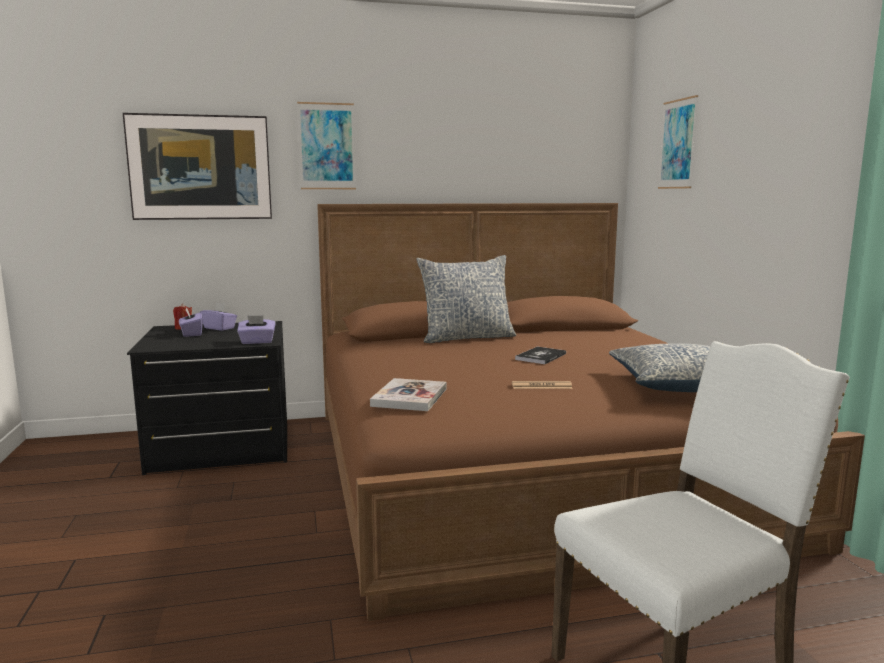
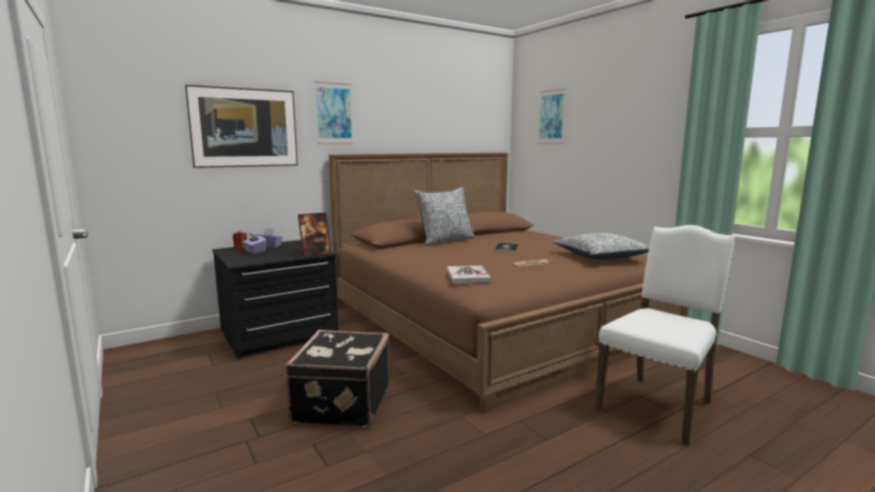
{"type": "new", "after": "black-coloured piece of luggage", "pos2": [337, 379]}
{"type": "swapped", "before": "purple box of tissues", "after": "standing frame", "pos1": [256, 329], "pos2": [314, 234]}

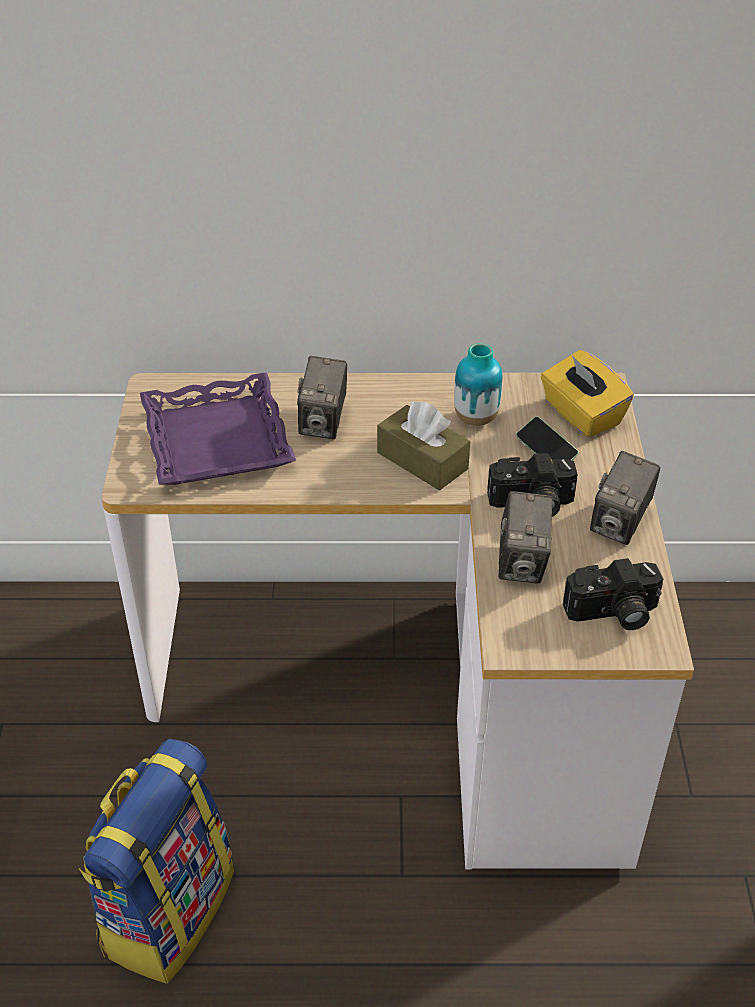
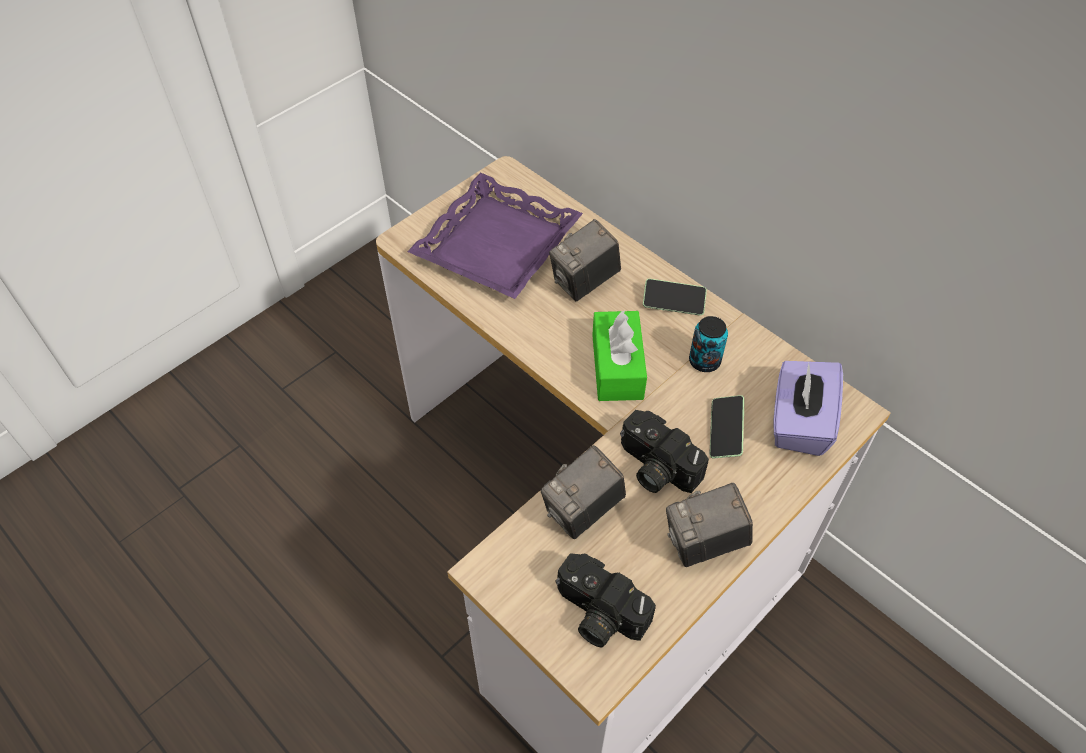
{"type": "repainted", "before": "brownish box of tissues", "after": "green box of tissues", "pos1": [423, 445], "pos2": [619, 355]}
{"type": "new", "after": "phone", "pos2": [675, 297]}
{"type": "swapped", "before": "decorative vase", "after": "can", "pos1": [478, 384], "pos2": [708, 344]}
{"type": "repainted", "before": "yellow box of tissues", "after": "purple box of tissues", "pos1": [587, 394], "pos2": [808, 408]}
{"type": "gone", "before": "knapsack", "pos1": [156, 861]}

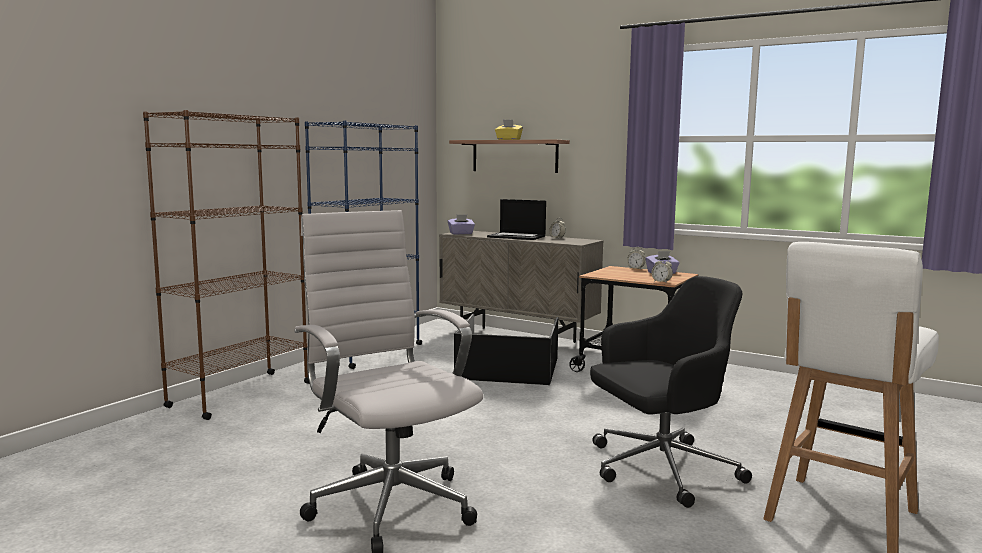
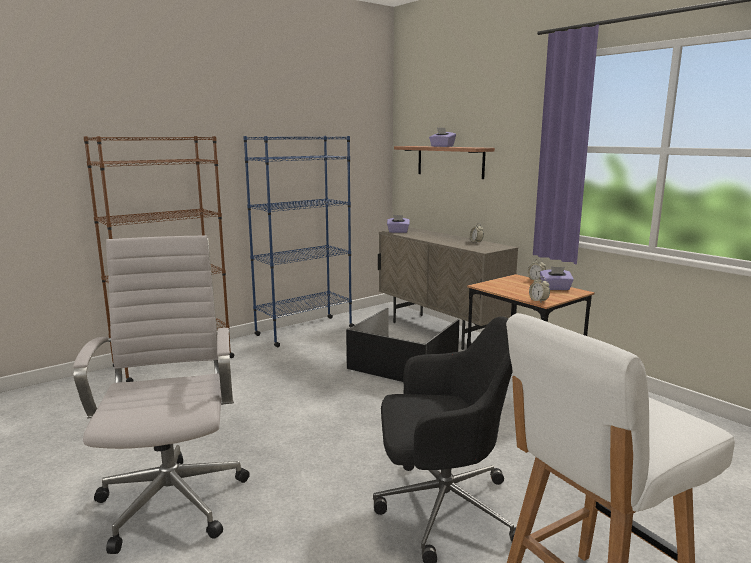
{"type": "repainted", "before": "yellow box of tissues", "after": "purple box of tissues", "pos1": [509, 130], "pos2": [442, 137]}
{"type": "gone", "before": "laptop", "pos1": [516, 219]}

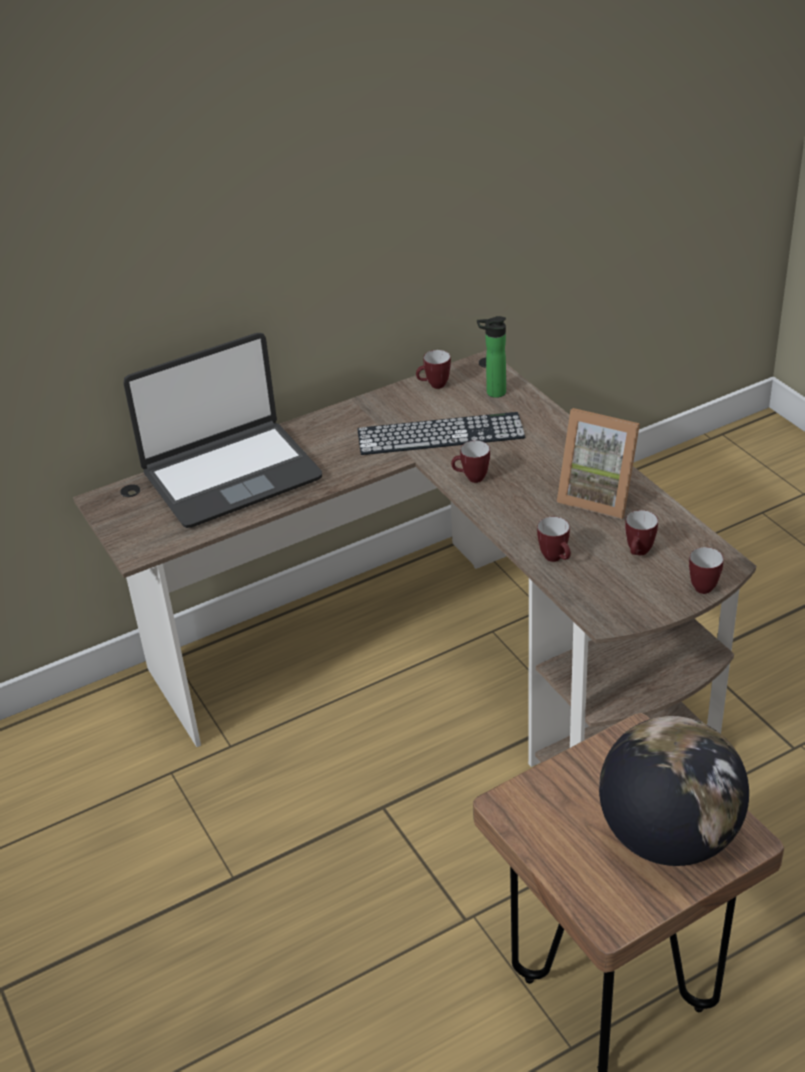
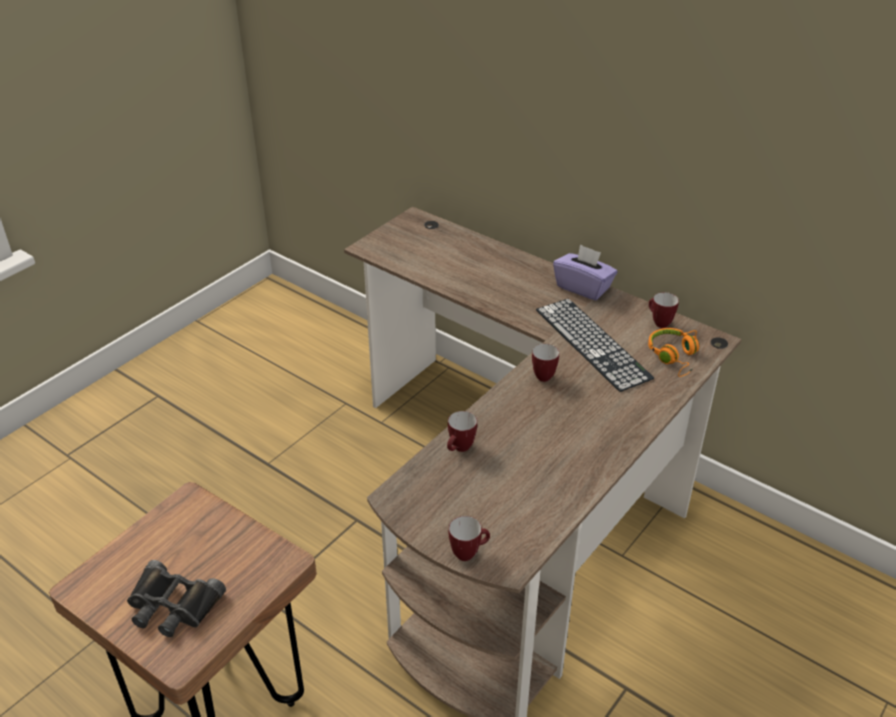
{"type": "swapped", "before": "globe", "after": "black-coloured field glasses", "pos1": [674, 791], "pos2": [176, 598]}
{"type": "new", "after": "purple box of tissues", "pos2": [585, 272]}
{"type": "swapped", "before": "drink bottle", "after": "orange-coloured headphones", "pos1": [491, 357], "pos2": [673, 352]}
{"type": "gone", "before": "laptop", "pos1": [223, 430]}
{"type": "gone", "before": "standing frame", "pos1": [598, 463]}
{"type": "gone", "before": "coffee mug", "pos1": [641, 532]}

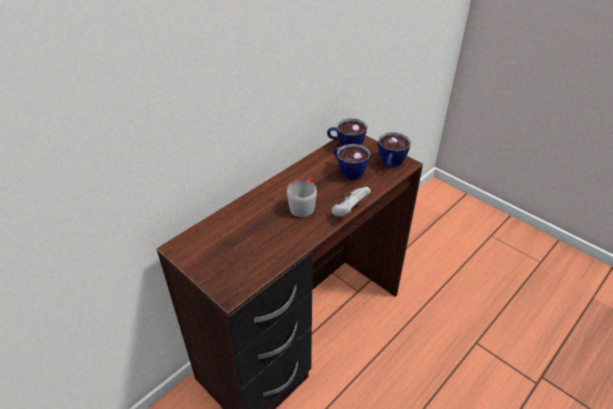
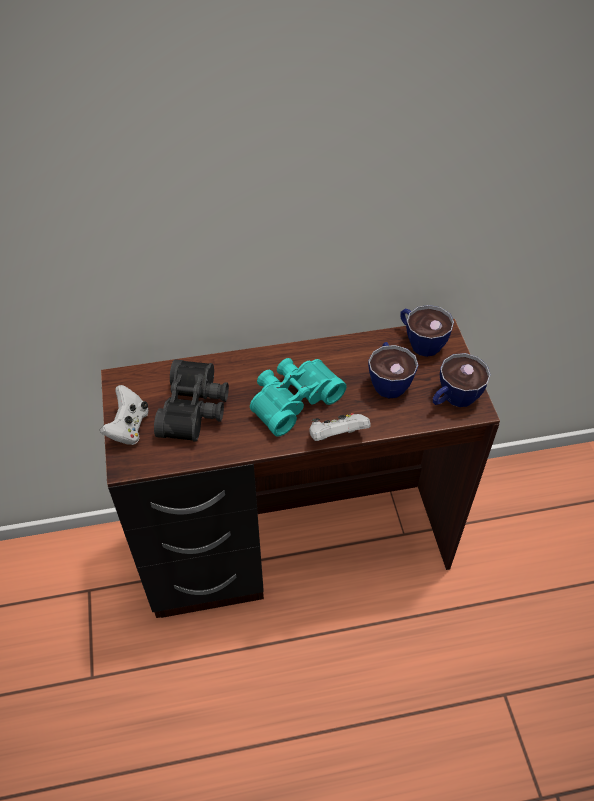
{"type": "new", "after": "white-coloured game controller", "pos2": [124, 415]}
{"type": "new", "after": "black-coloured field glasses", "pos2": [191, 400]}
{"type": "swapped", "before": "grey coffee mug", "after": "turquoise field glasses", "pos1": [302, 197], "pos2": [298, 397]}

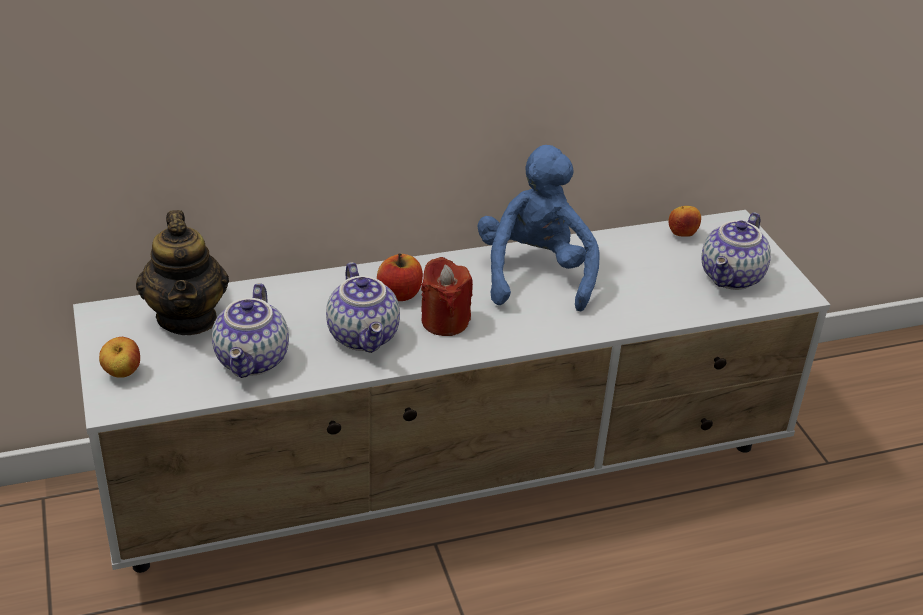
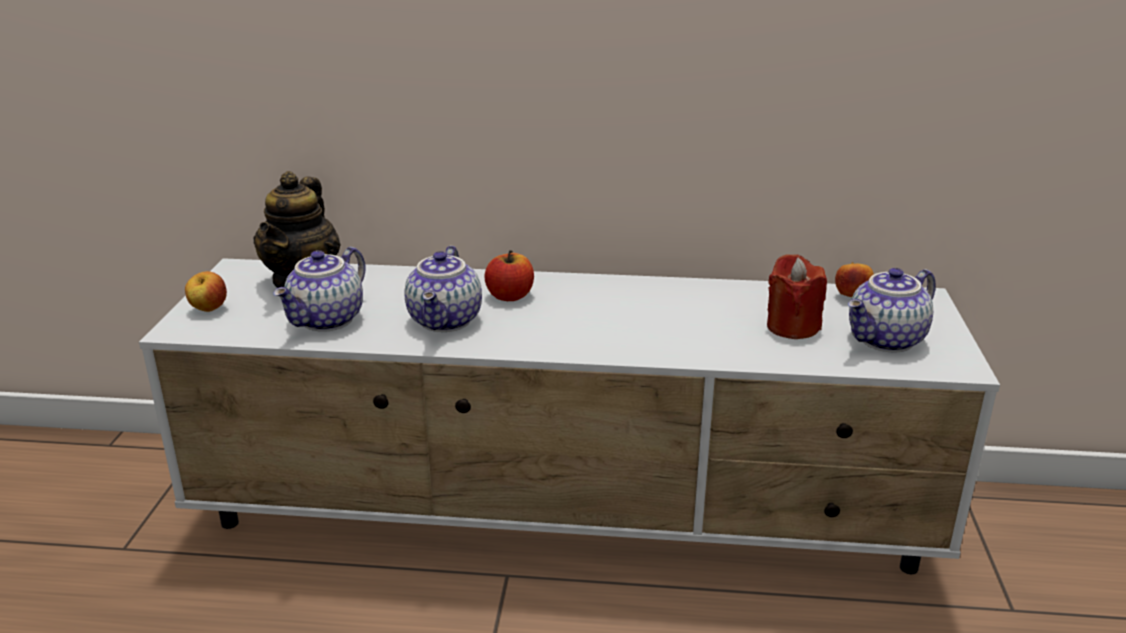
{"type": "shifted", "before": "red-coloured wax light", "pos1": [447, 296], "pos2": [797, 296]}
{"type": "gone", "before": "blue-coloured cuddly toy", "pos1": [539, 228]}

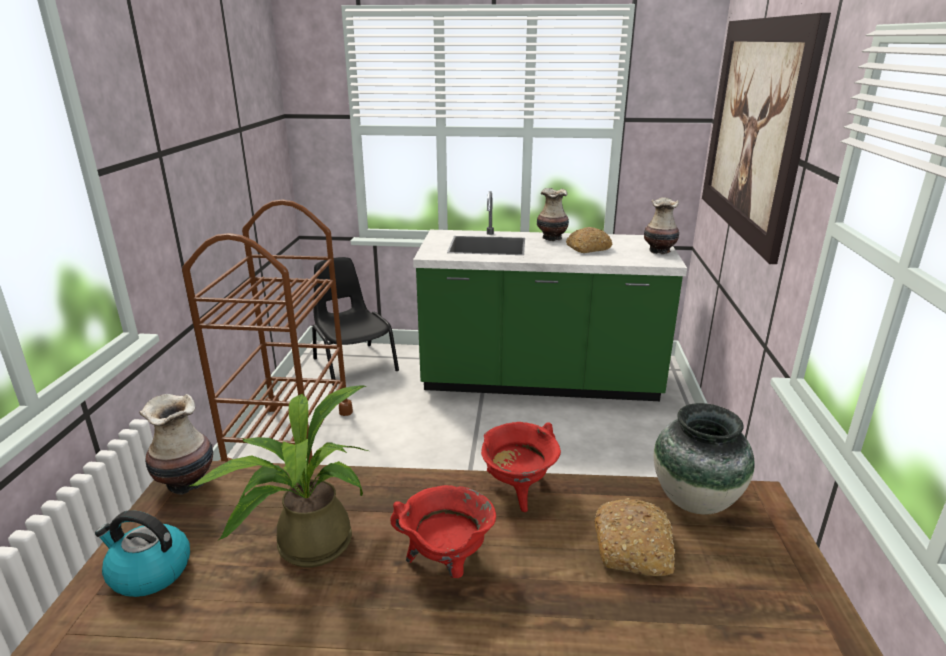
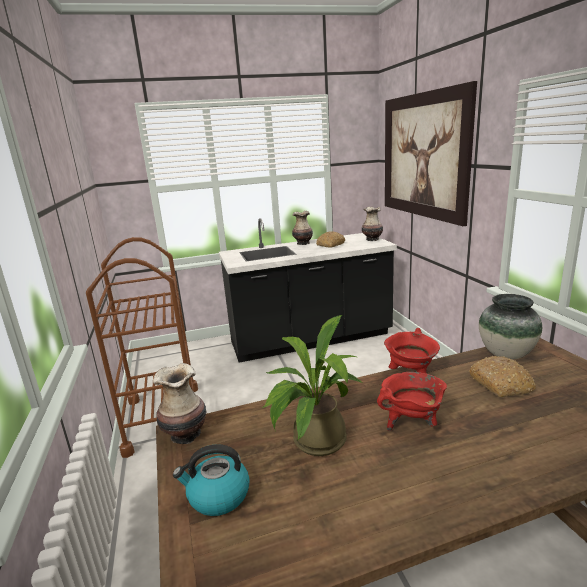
{"type": "repainted", "before": "green counter", "after": "black-coloured counter", "pos1": [550, 296], "pos2": [308, 290]}
{"type": "gone", "before": "black-coloured upright chair", "pos1": [355, 322]}

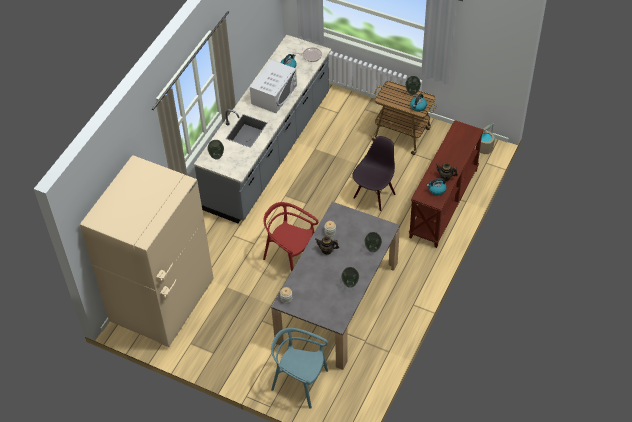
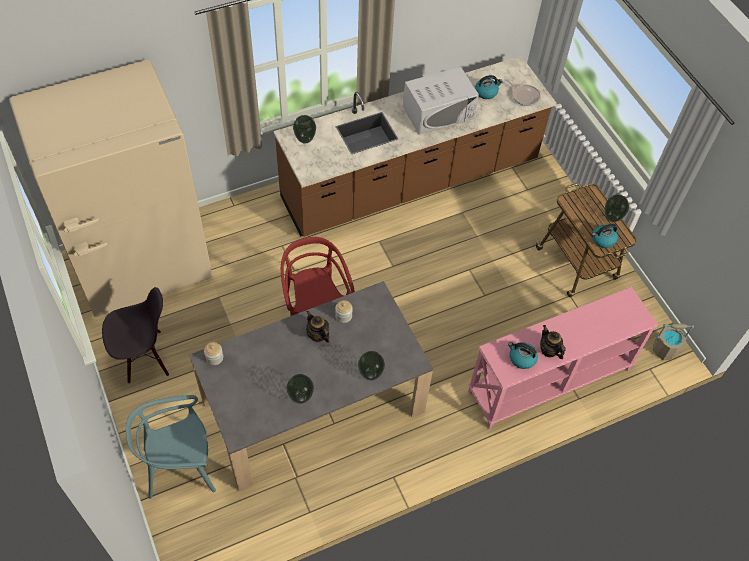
{"type": "shifted", "before": "black-coloured upright chair", "pos1": [374, 173], "pos2": [135, 335]}
{"type": "rotated", "before": "turquoise upright chair", "pos1": [299, 368], "pos2": [171, 447], "turn": -75}
{"type": "repainted", "before": "grey counter", "after": "brownish counter", "pos1": [262, 129], "pos2": [415, 146]}
{"type": "repainted", "before": "brownish hall table", "after": "pink-coloured hall table", "pos1": [446, 184], "pos2": [563, 358]}

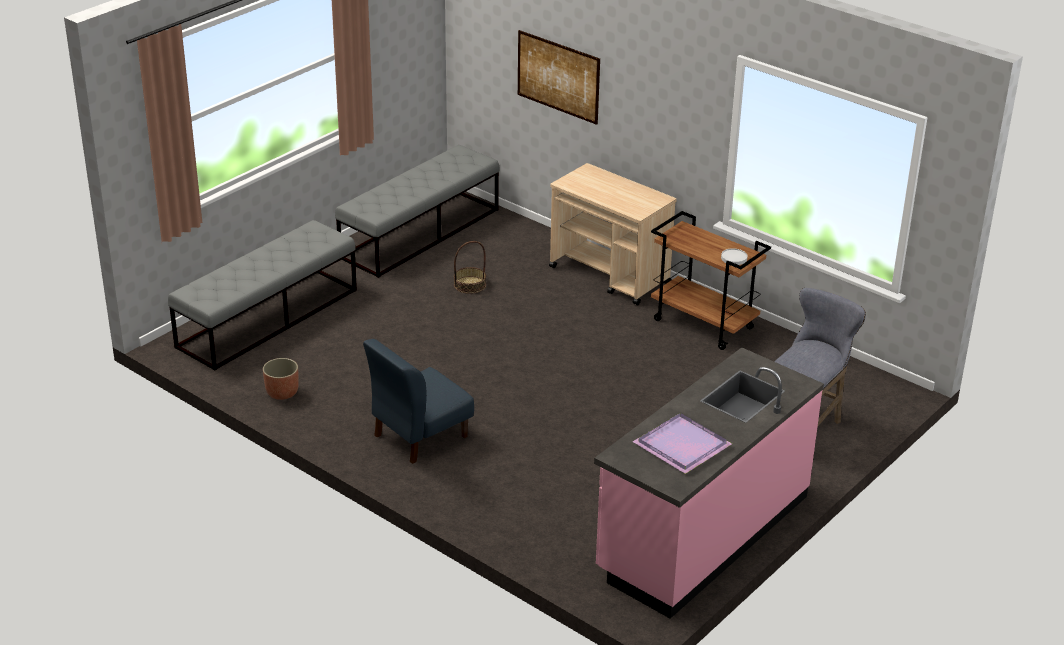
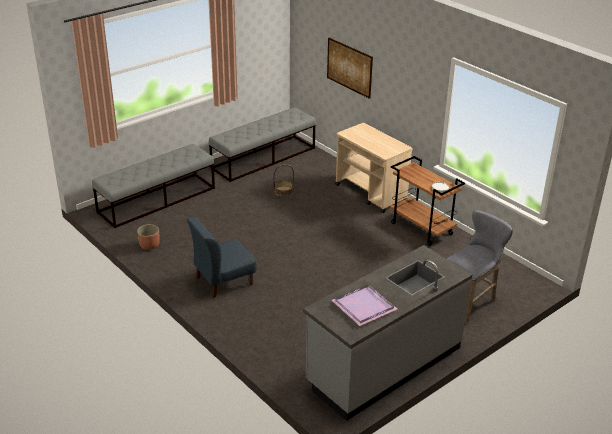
{"type": "repainted", "before": "pink-coloured counter", "after": "grey counter", "pos1": [709, 483], "pos2": [387, 333]}

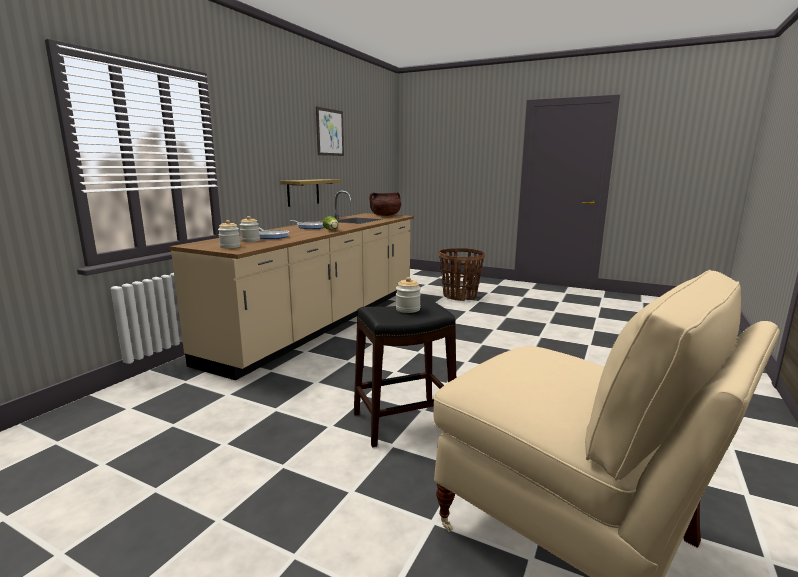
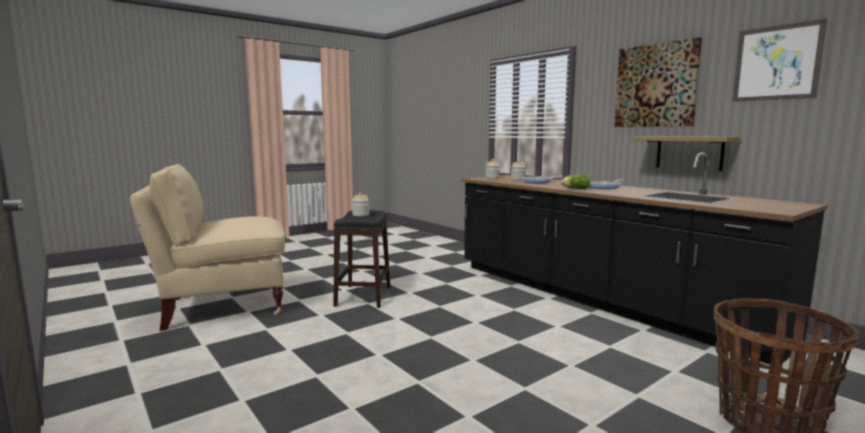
{"type": "repainted", "before": "beige counter", "after": "black-coloured counter", "pos1": [291, 285], "pos2": [644, 259]}
{"type": "new", "after": "wall picture", "pos2": [658, 82]}
{"type": "gone", "before": "brownish saucepot", "pos1": [385, 204]}

